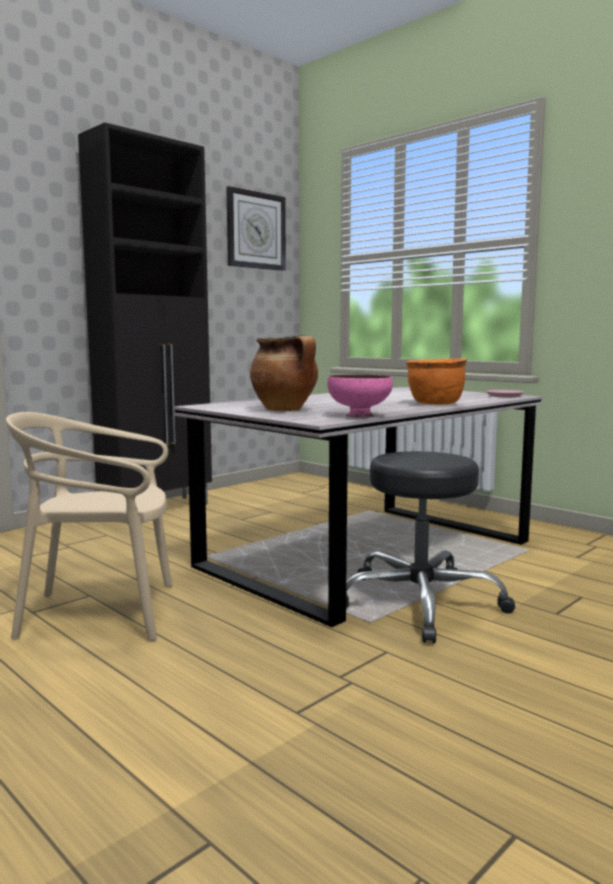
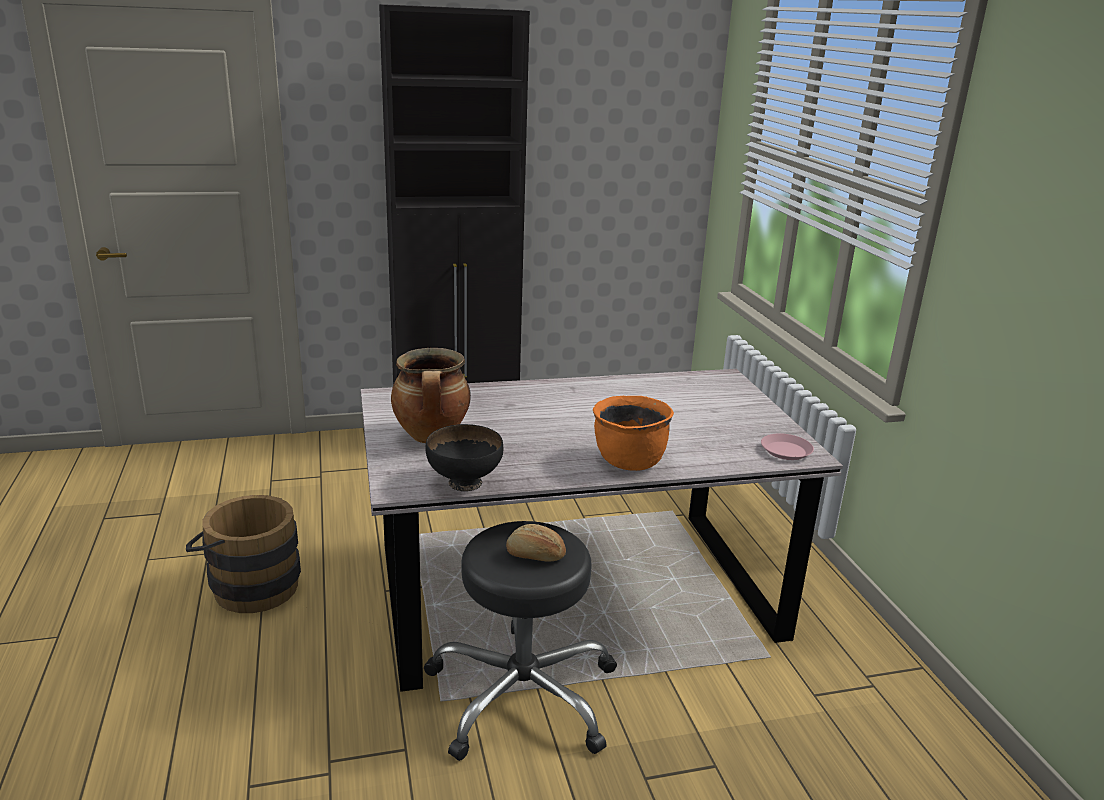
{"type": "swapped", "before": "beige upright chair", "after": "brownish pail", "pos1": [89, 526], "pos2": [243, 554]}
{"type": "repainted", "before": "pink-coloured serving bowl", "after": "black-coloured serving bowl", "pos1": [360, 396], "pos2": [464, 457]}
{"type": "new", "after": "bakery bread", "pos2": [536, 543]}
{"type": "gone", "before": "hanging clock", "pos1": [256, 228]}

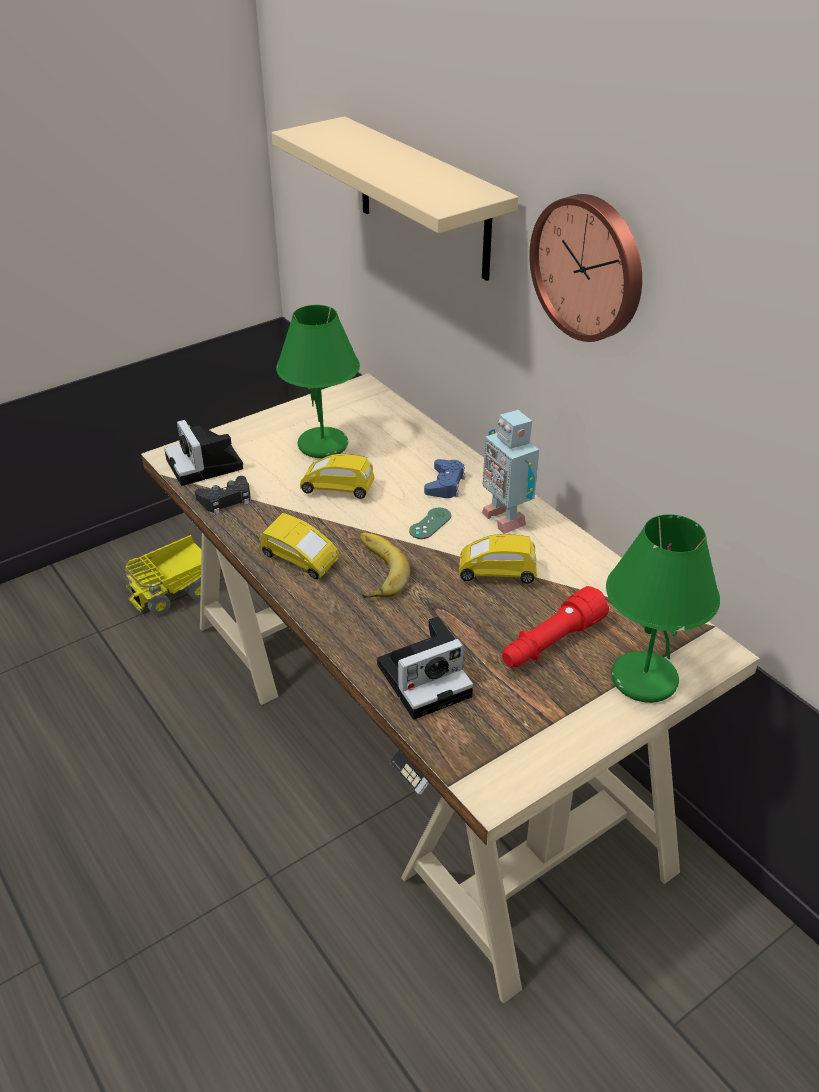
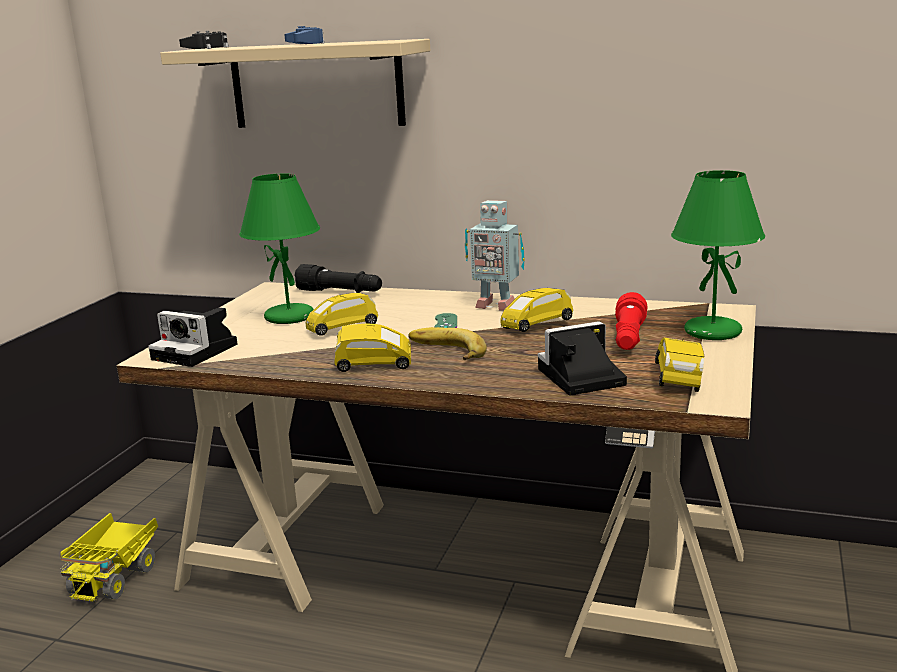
{"type": "shifted", "before": "black-coloured game controller", "pos1": [223, 495], "pos2": [204, 40]}
{"type": "shifted", "before": "blue-coloured game controller", "pos1": [444, 478], "pos2": [304, 35]}
{"type": "new", "after": "black-coloured torch", "pos2": [338, 278]}
{"type": "rotated", "before": "photo camera", "pos1": [425, 667], "pos2": [582, 358], "turn": -135}
{"type": "new", "after": "yellow toy car", "pos2": [679, 365]}
{"type": "gone", "before": "hanging clock", "pos1": [585, 268]}

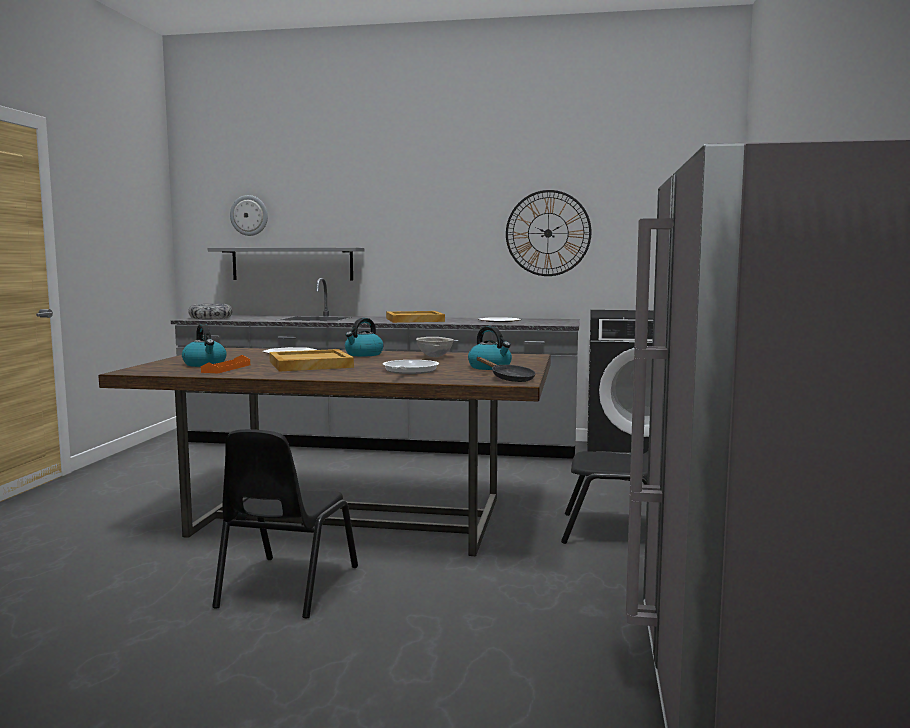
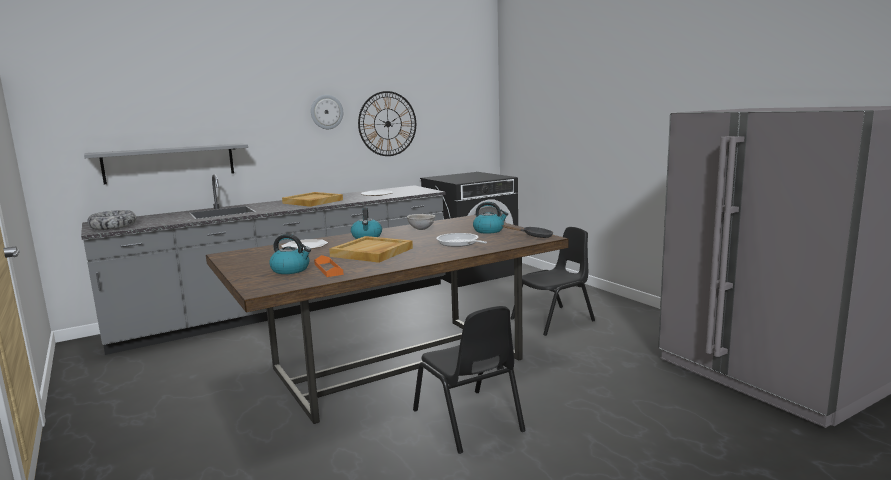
{"type": "shifted", "before": "hanging clock", "pos1": [249, 215], "pos2": [327, 112]}

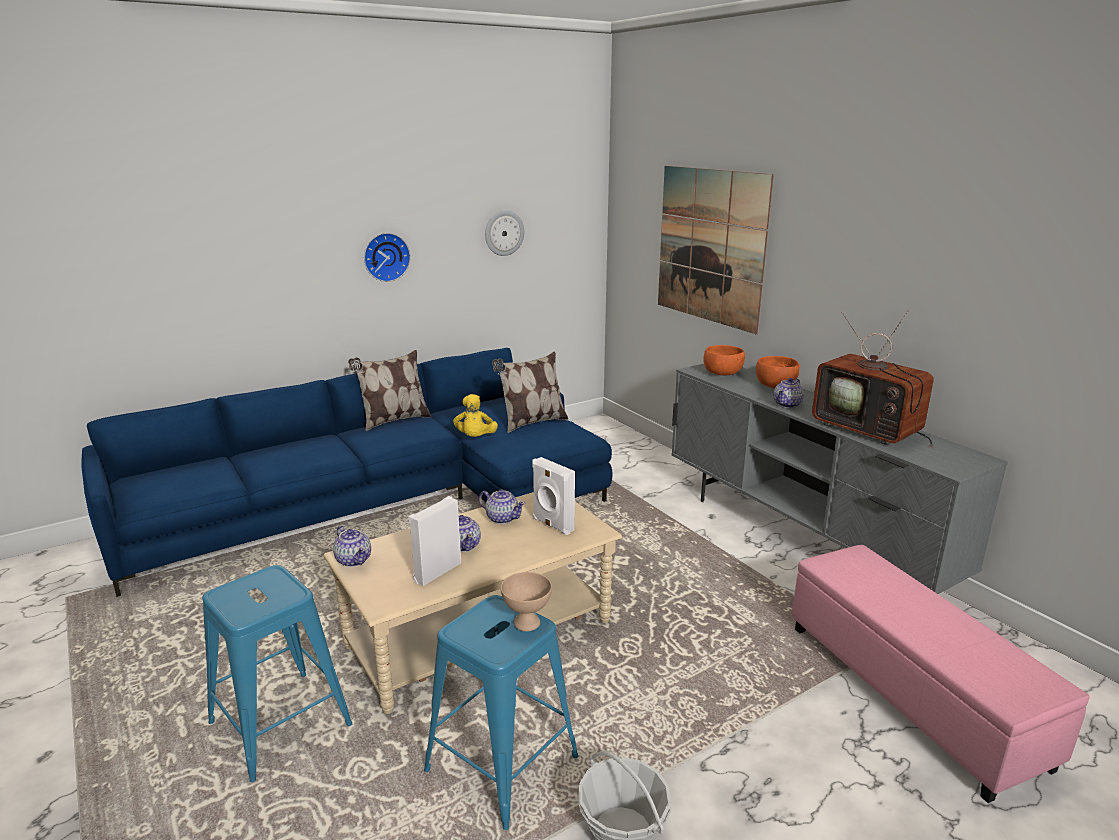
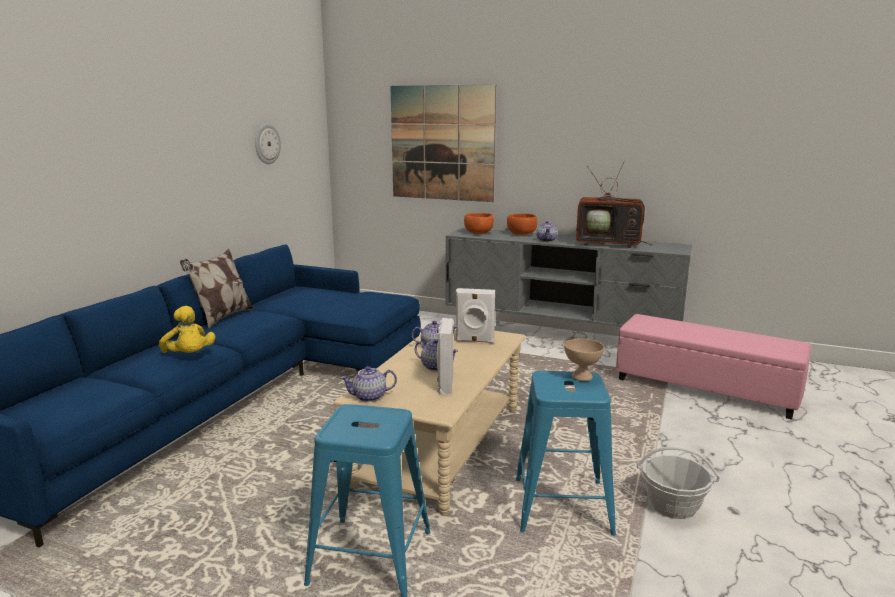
{"type": "shifted", "before": "yellow cuddly toy", "pos1": [475, 415], "pos2": [187, 329]}
{"type": "rotated", "before": "teapot", "pos1": [352, 546], "pos2": [368, 384], "turn": 150}
{"type": "gone", "before": "hanging clock", "pos1": [387, 257]}
{"type": "gone", "before": "cushion", "pos1": [530, 392]}

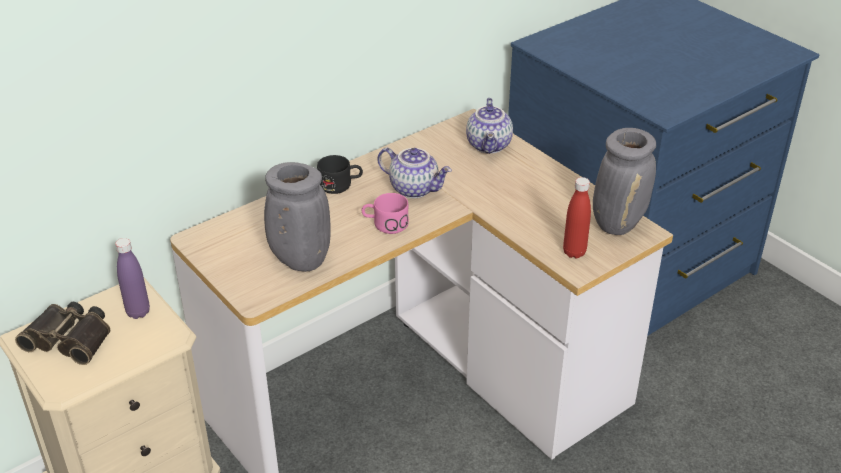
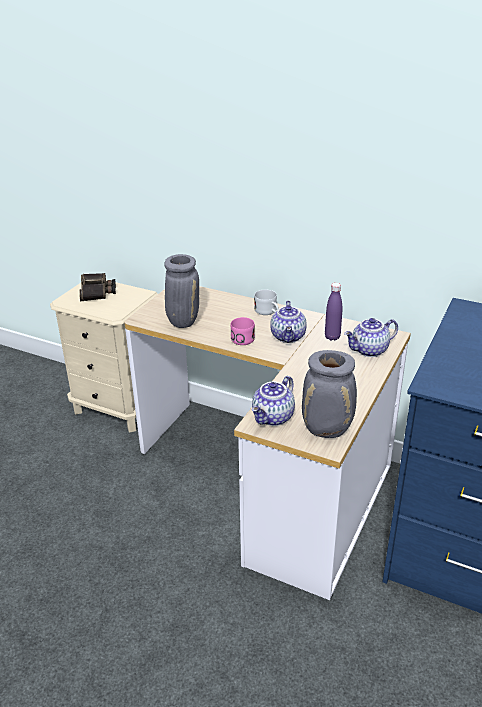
{"type": "swapped", "before": "red-coloured drink bottle", "after": "teapot", "pos1": [577, 217], "pos2": [273, 401]}
{"type": "repainted", "before": "black-coloured coffee mug", "after": "white-coloured coffee mug", "pos1": [340, 174], "pos2": [266, 302]}
{"type": "shifted", "before": "purple drink bottle", "pos1": [132, 278], "pos2": [333, 311]}

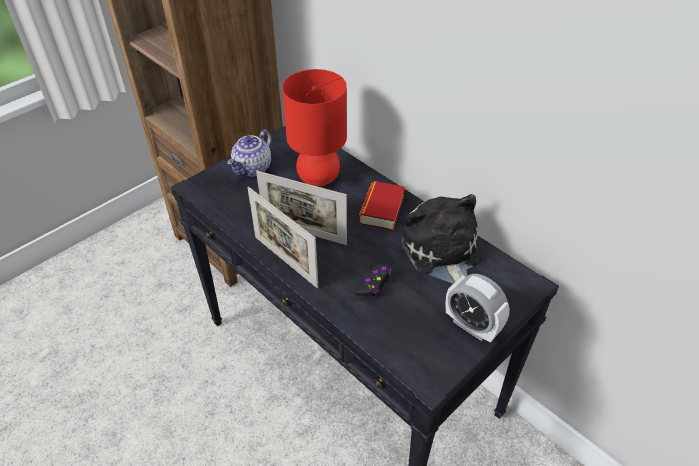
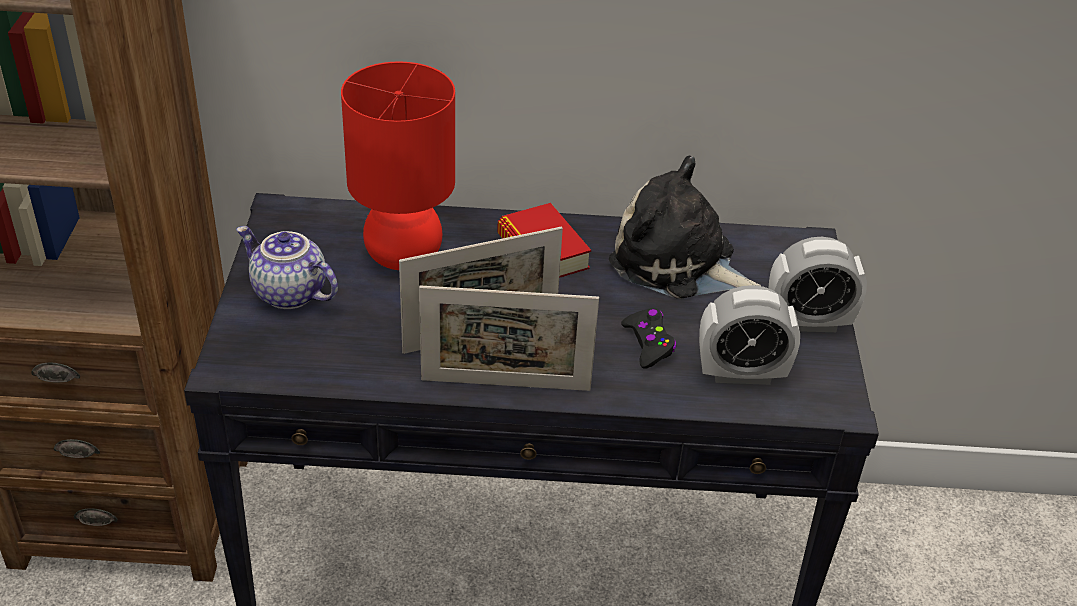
{"type": "rotated", "before": "teapot", "pos1": [249, 152], "pos2": [287, 267], "turn": 135}
{"type": "new", "after": "table clock", "pos2": [749, 335]}

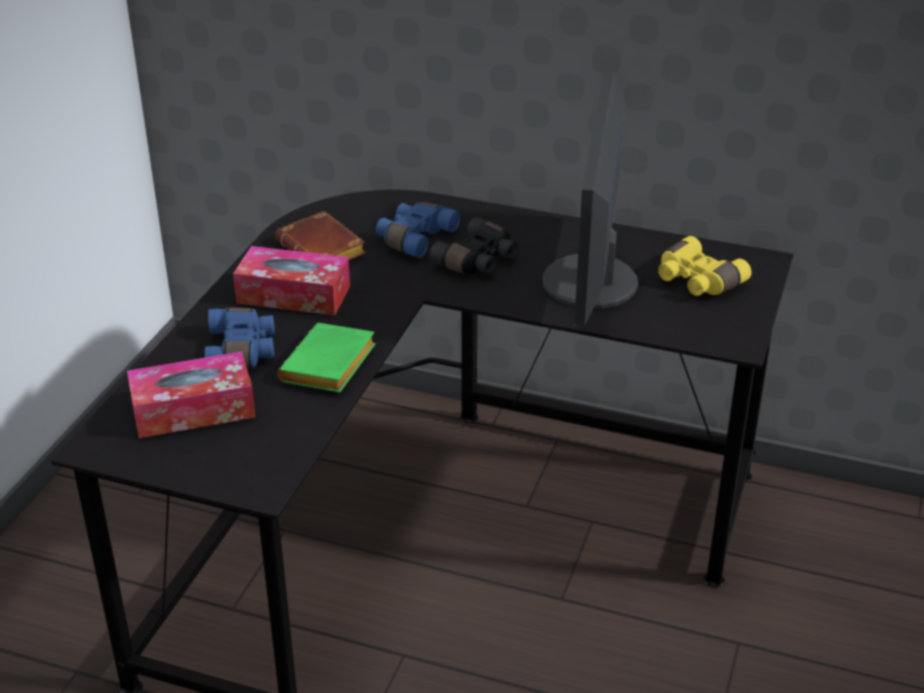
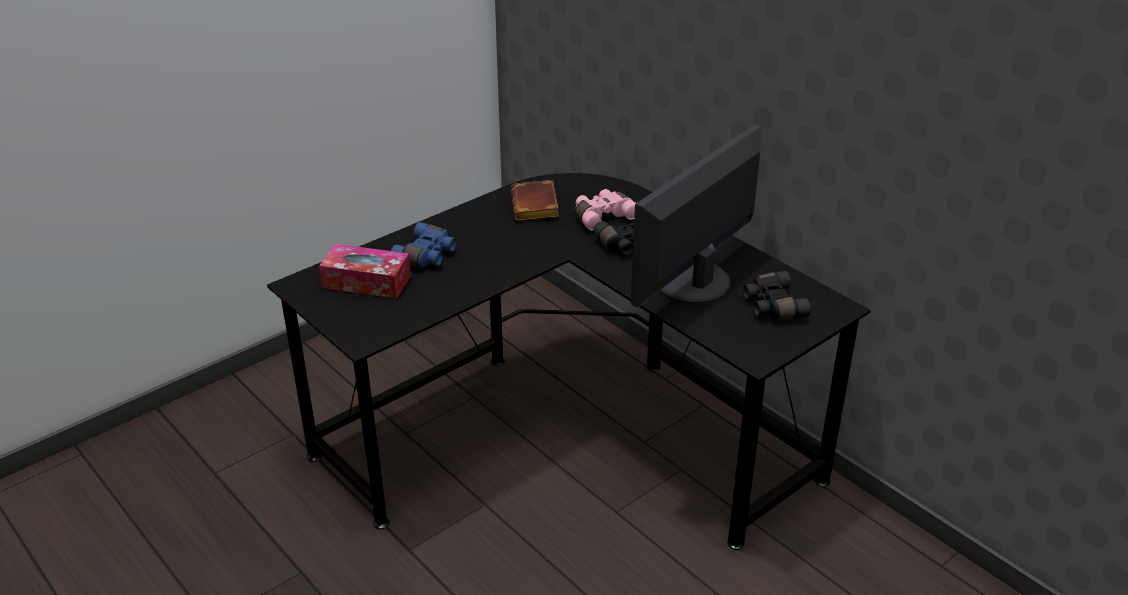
{"type": "repainted", "before": "blue-coloured field glasses", "after": "pink-coloured field glasses", "pos1": [418, 229], "pos2": [605, 209]}
{"type": "repainted", "before": "yellow field glasses", "after": "black-coloured field glasses", "pos1": [705, 266], "pos2": [777, 295]}
{"type": "gone", "before": "box of tissues", "pos1": [291, 281]}
{"type": "gone", "before": "green book", "pos1": [326, 358]}

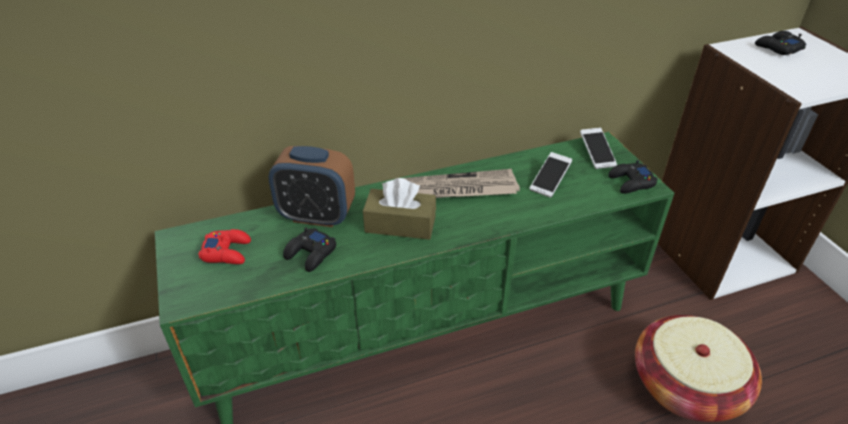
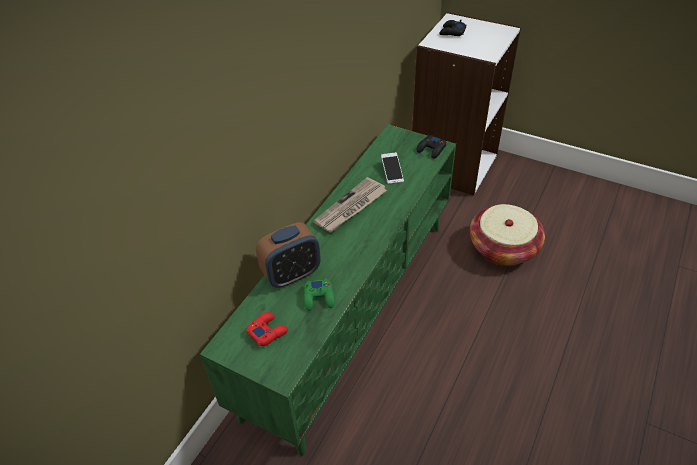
{"type": "repainted", "before": "black-coloured game controller", "after": "green game controller", "pos1": [309, 250], "pos2": [319, 295]}
{"type": "gone", "before": "brownish box of tissues", "pos1": [399, 209]}
{"type": "gone", "before": "phone", "pos1": [598, 148]}

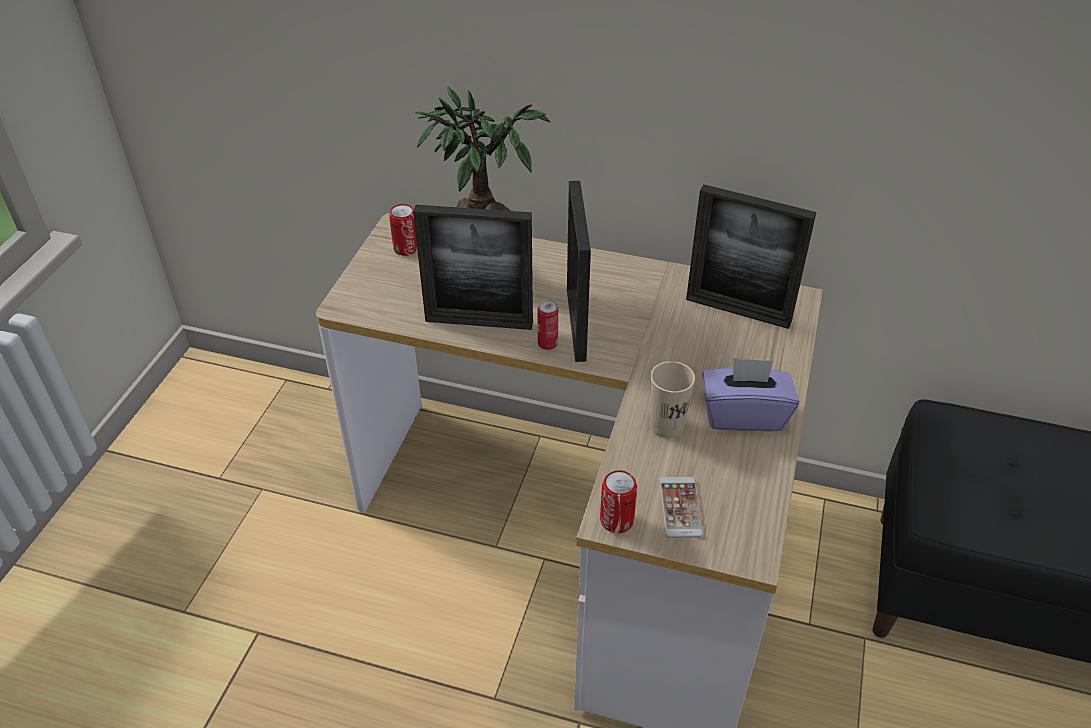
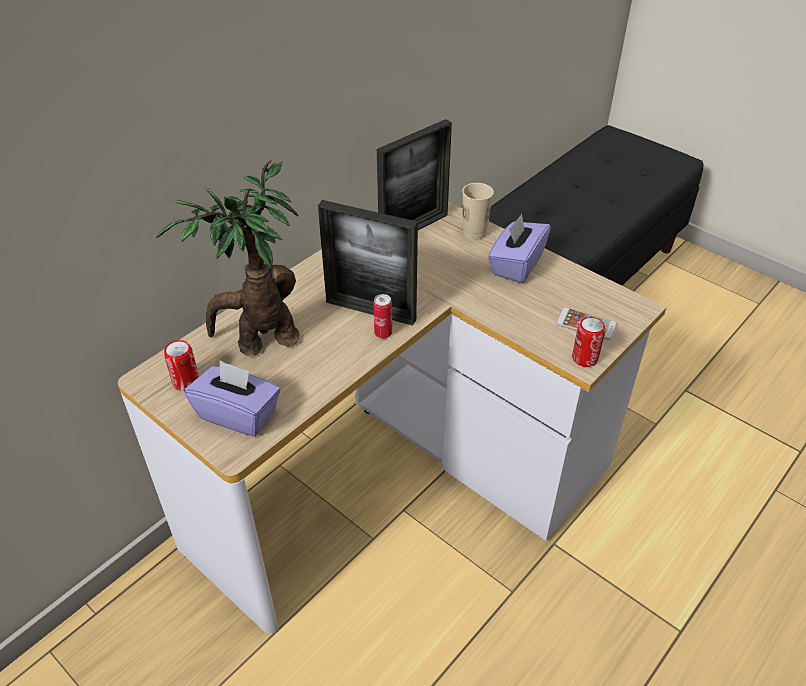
{"type": "new", "after": "purple box of tissues", "pos2": [232, 398]}
{"type": "shifted", "before": "beige drinking cup", "pos1": [672, 399], "pos2": [478, 211]}
{"type": "gone", "before": "standing frame", "pos1": [473, 267]}

